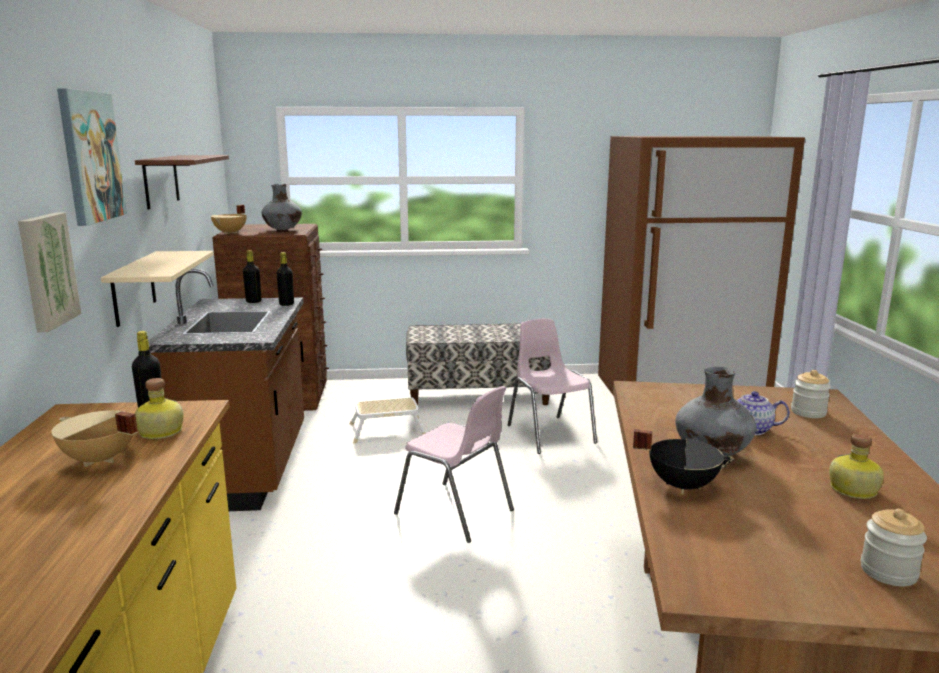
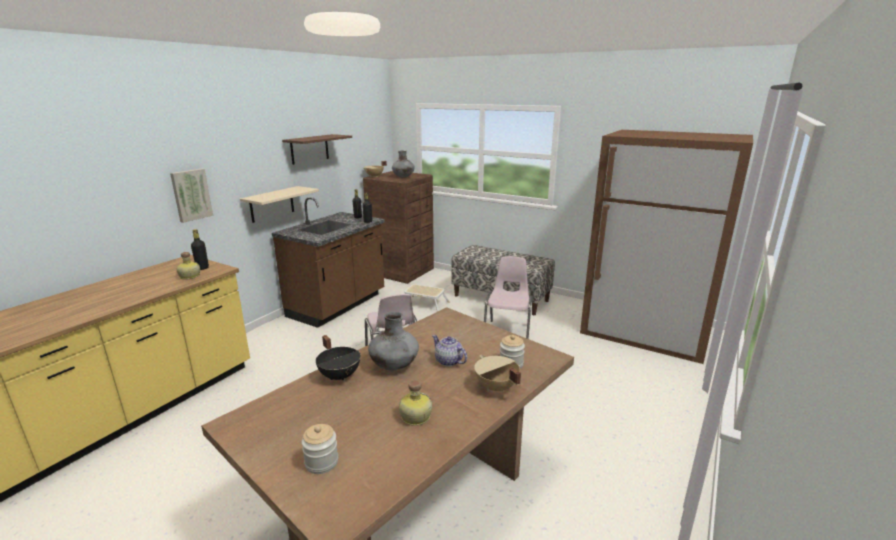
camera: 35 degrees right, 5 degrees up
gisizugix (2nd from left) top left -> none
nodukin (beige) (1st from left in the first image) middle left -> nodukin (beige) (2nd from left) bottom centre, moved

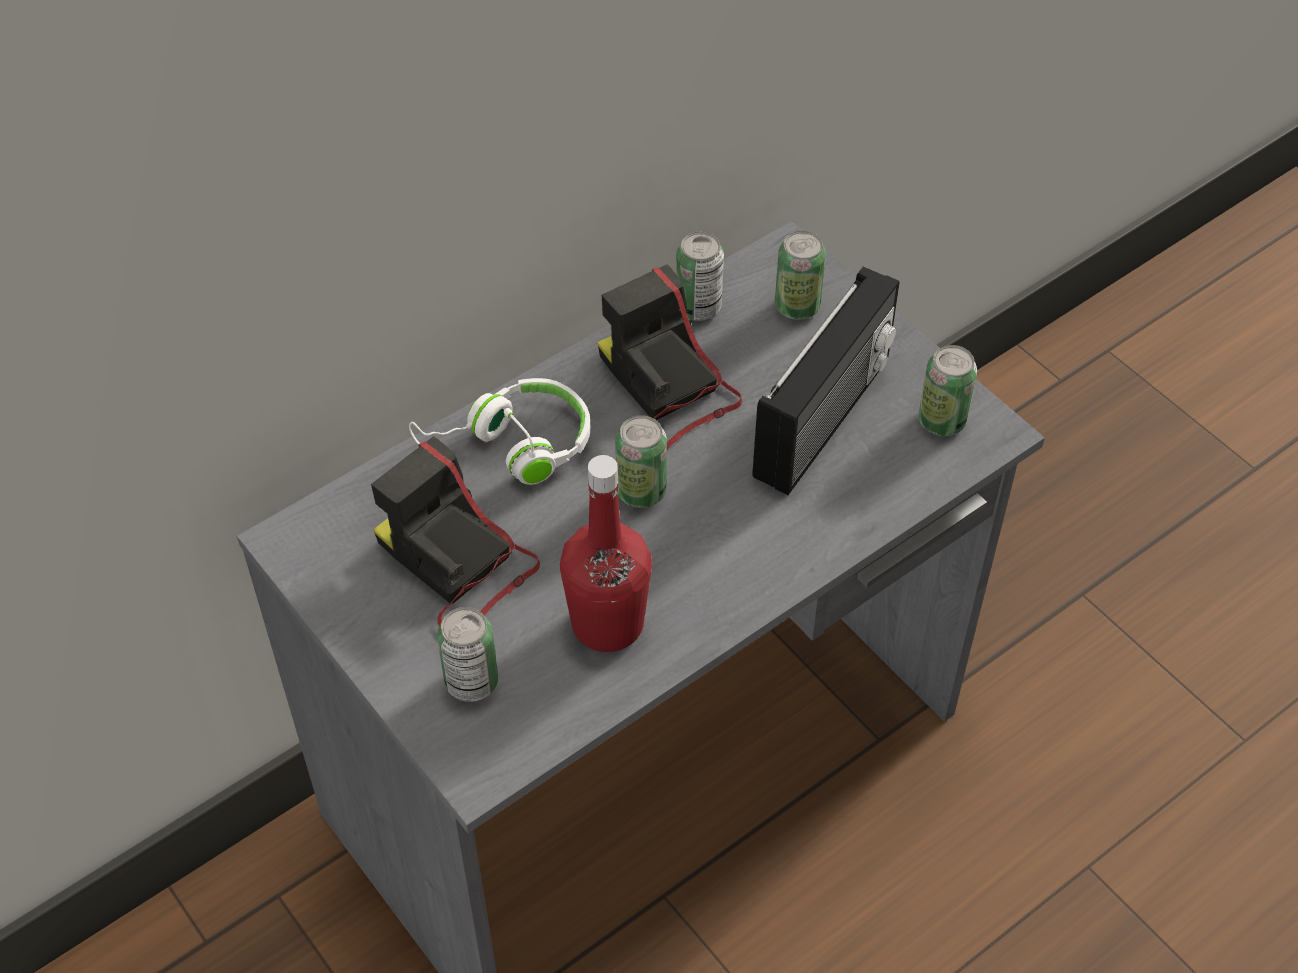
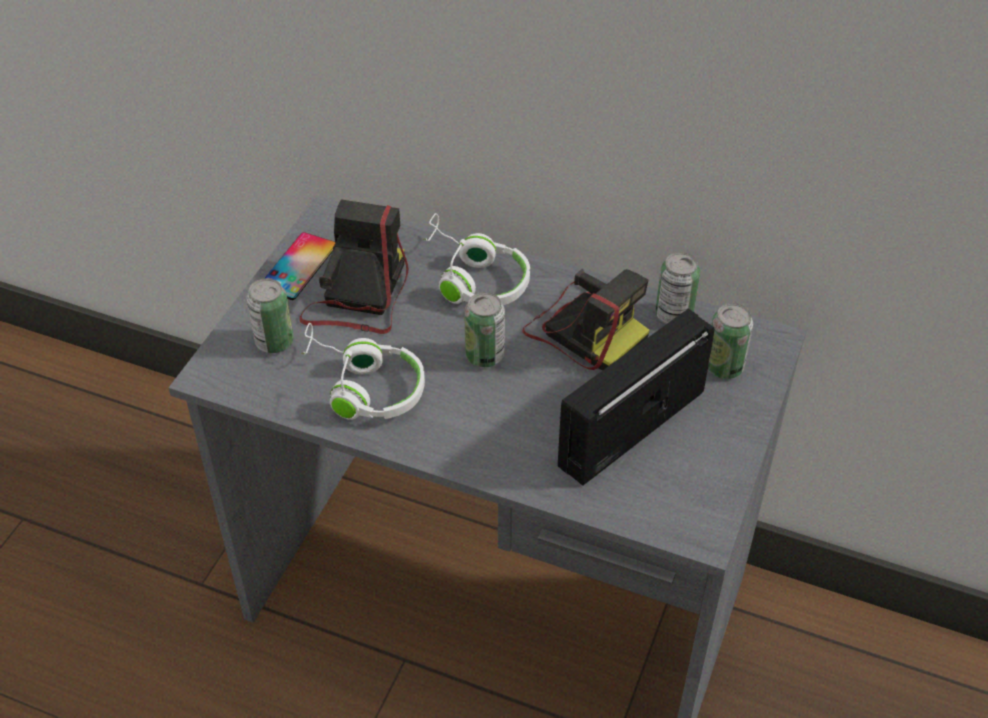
camera: 60 degrees right, 5 degrees down
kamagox (5th from left) middle right -> none
none -> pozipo middle left
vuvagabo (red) centre -> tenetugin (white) (1st from left) centre
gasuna (2nd from left) centre, 105 degrees clockwise
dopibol centre, 135 degrees clockwise

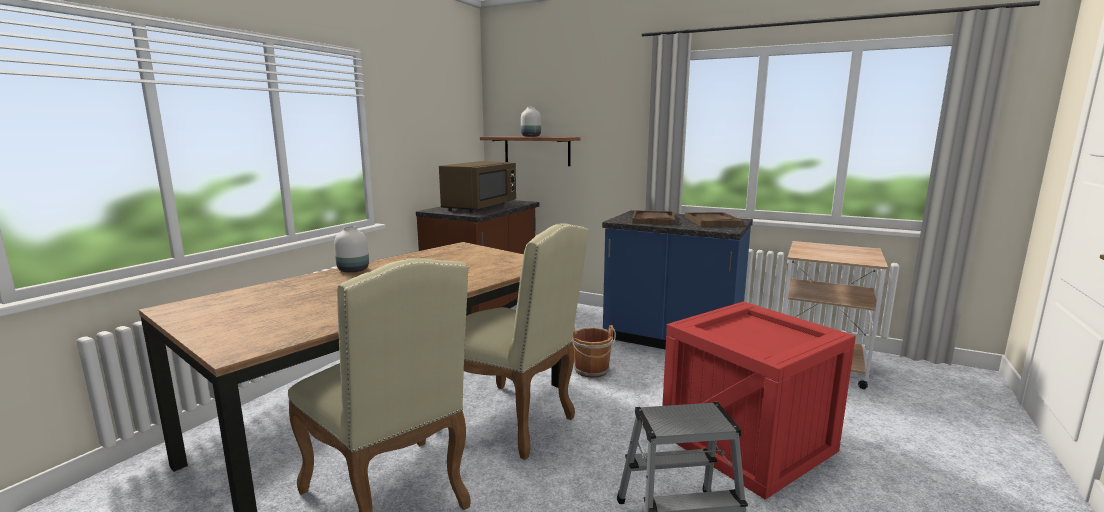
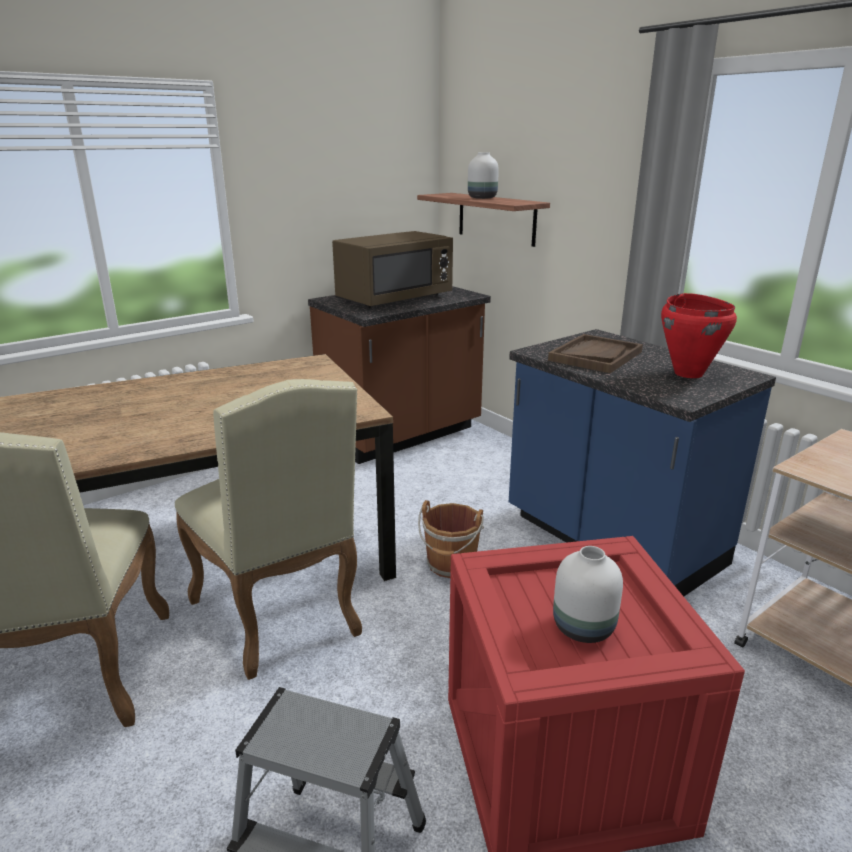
camera: 25 degrees right, 10 degrees up
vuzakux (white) (1st from left in the first image) middle left -> vuzakux (white) (2nd from left) bottom right, moved
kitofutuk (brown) (2nd from left) centre -> nodukin (red) middle right

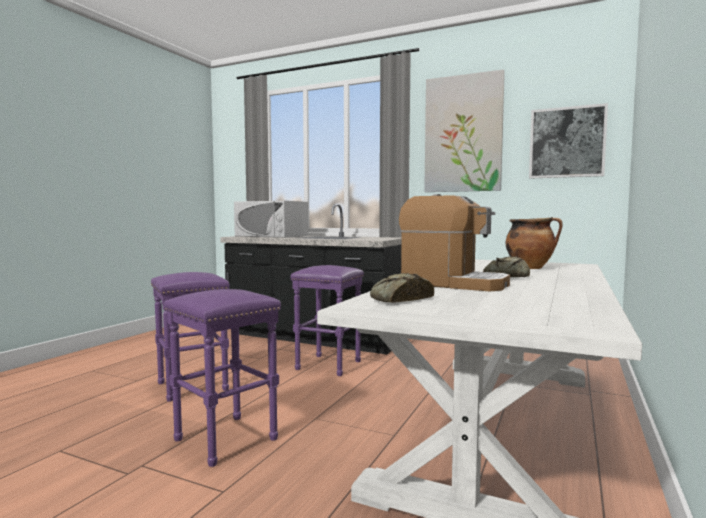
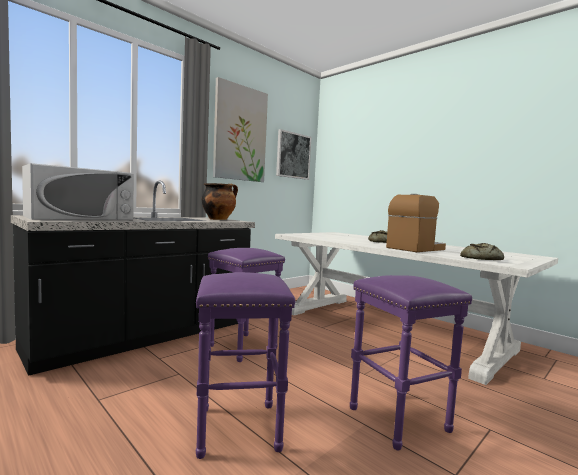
camera: 70 degrees left, 0 degrees up
nodukin middle right -> nodukin centre, moved

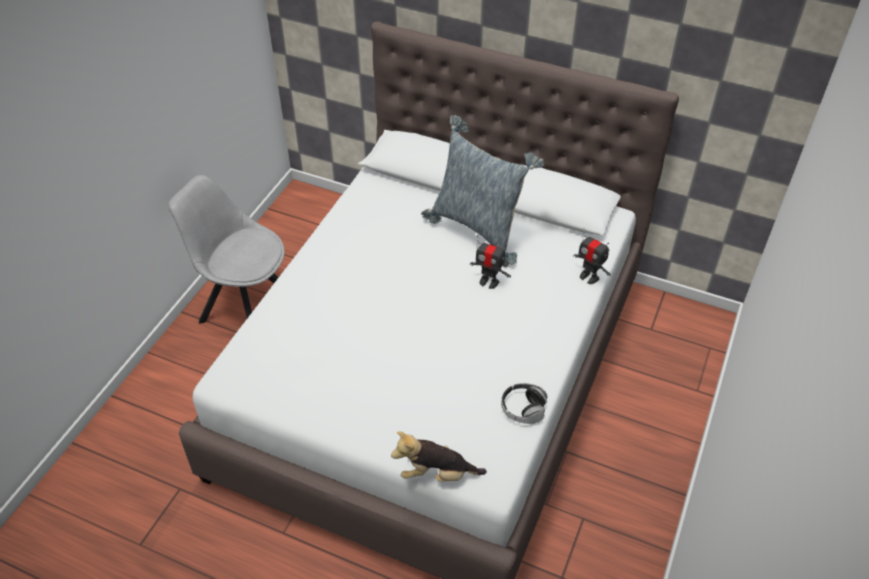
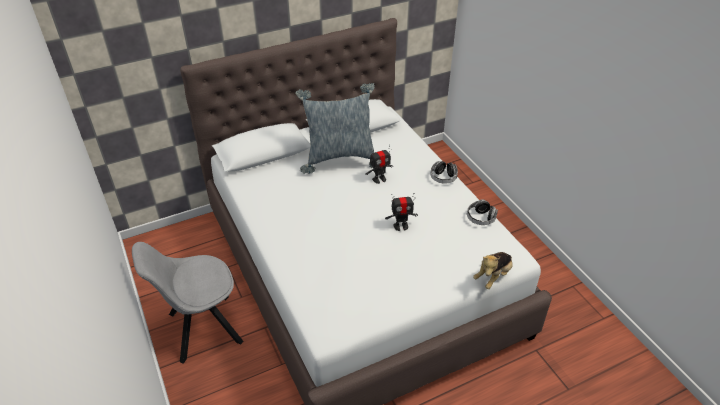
camera: 50 degrees left, 5 degrees down
none -> tenetugin (1st from left) centre
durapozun (2nd from left) middle right -> durapozun (2nd from left) centre, moved

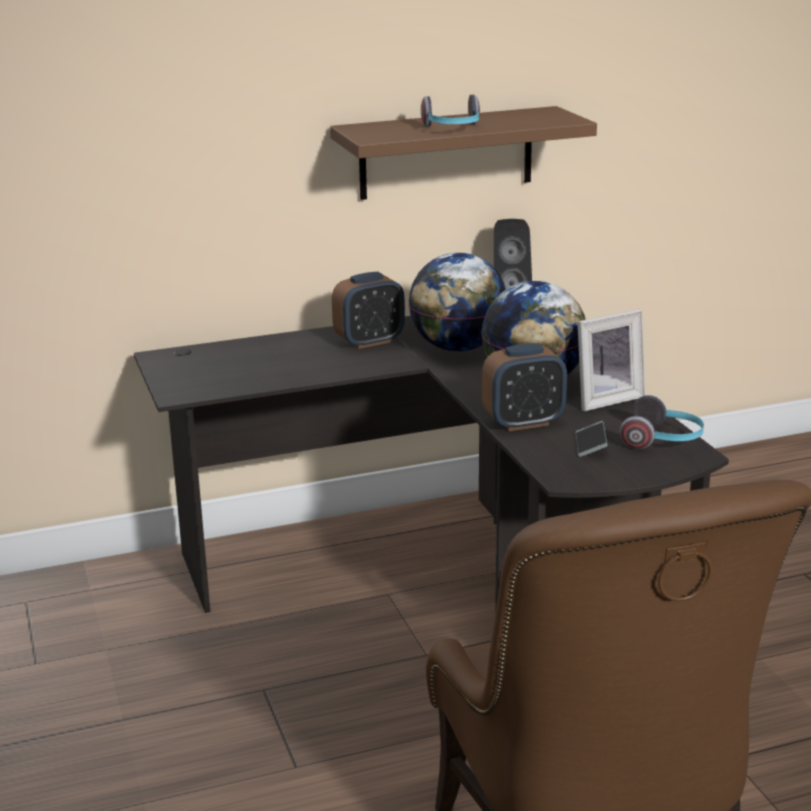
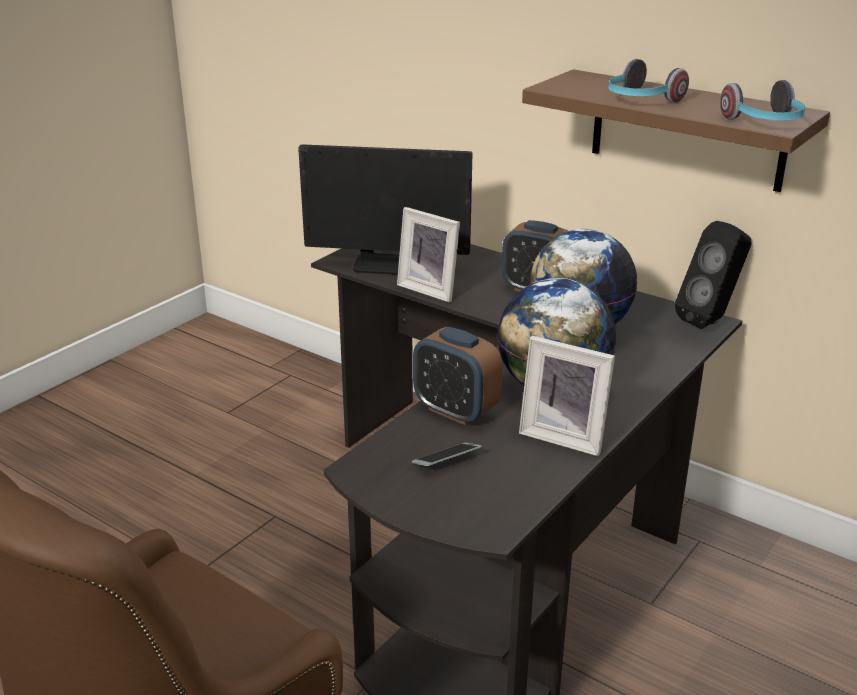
camera: 55 degrees right, 5 degrees up
none -> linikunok top centre
none -> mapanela (1st from left) centre
tenetugin (2nd from left) middle right -> tenetugin (2nd from left) top right, moved

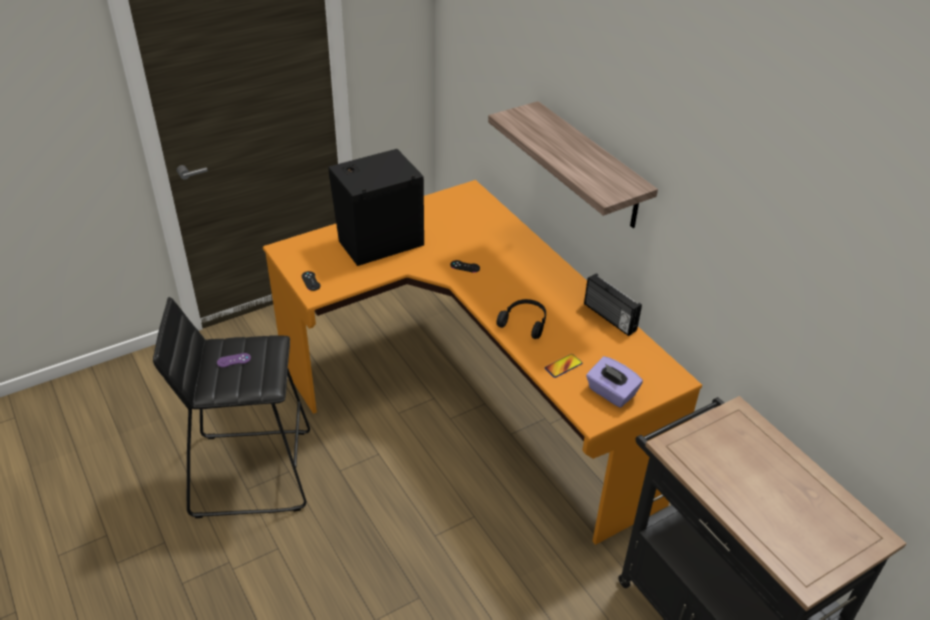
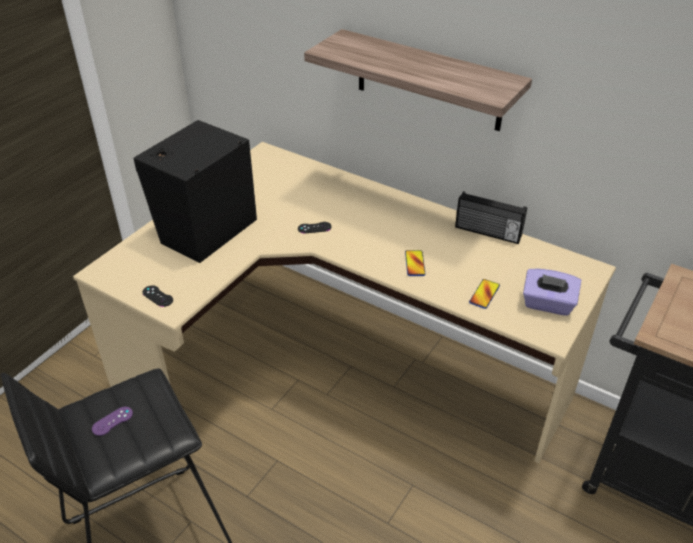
camera: 25 degrees left, 0 degrees up
tenetugin (black) centre -> pozipo (1st from left) centre
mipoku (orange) centre -> mipoku (beige) centre

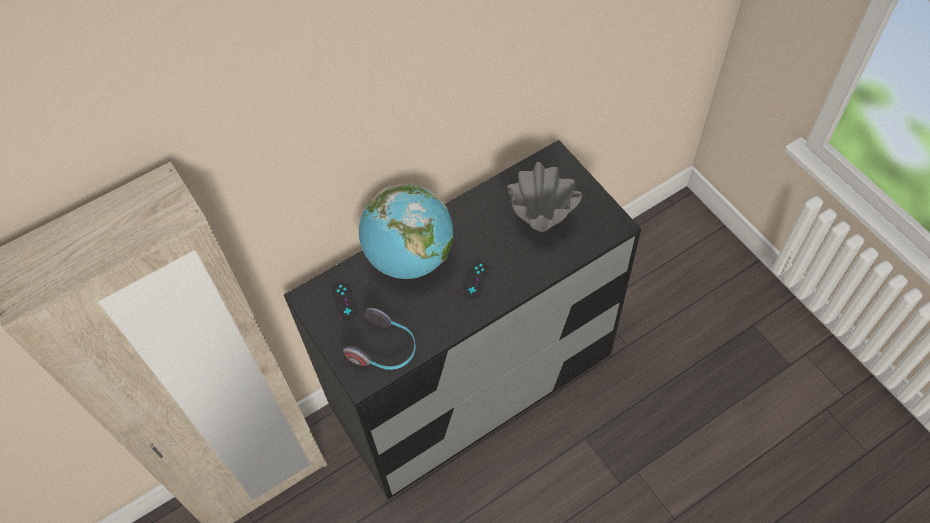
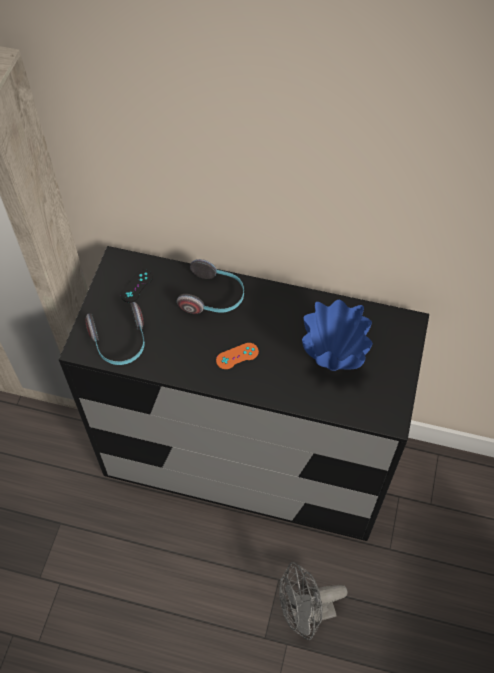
camera: 45 degrees right, 0 degrees up
none -> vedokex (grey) bottom centre
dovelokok centre -> tenetugin (2nd from left) centre
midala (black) (2nd from left) centre -> midala (orange) centre
vuzakux (grey) centre -> vuzakux (blue) middle right

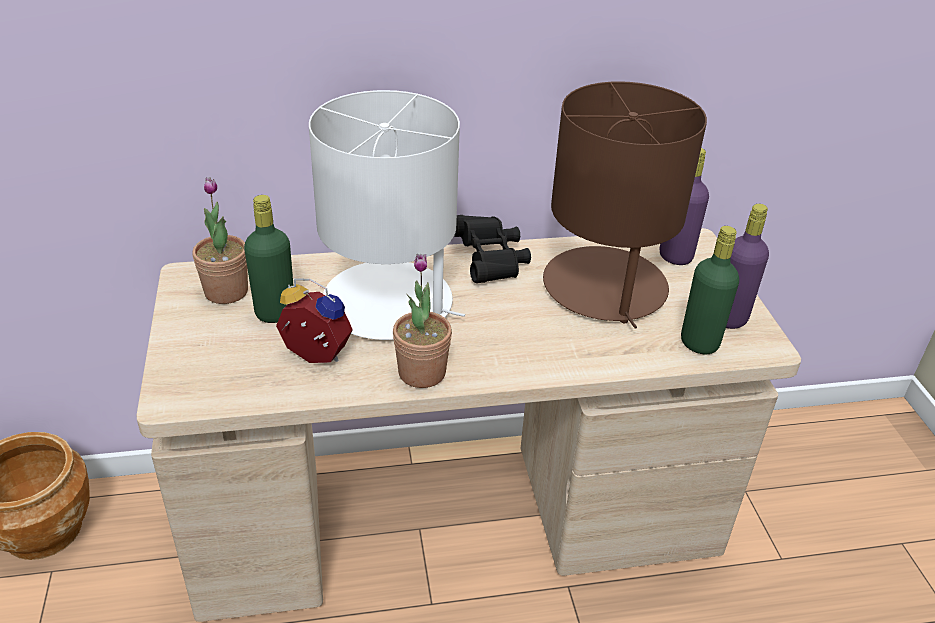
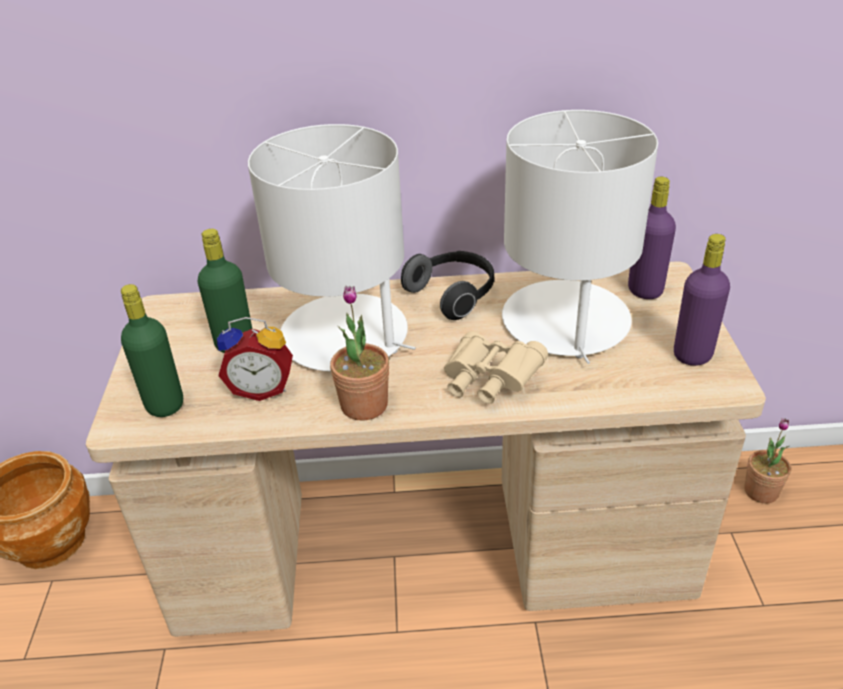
camera: 10 degrees right, 0 degrees up
none -> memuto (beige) centre
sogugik (1st from left in the first image) middle left -> sogugik (2nd from left) bottom right, moved
vuvagabo (green) (2nd from left in the first image) middle right -> vuvagabo (green) (1st from left) middle left, moved
memuto (black) centre -> tenetugin centre
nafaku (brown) top right -> nafaku (white) (2nd from left) middle right
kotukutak centre -> kotukutak middle left, 150 degrees clockwise

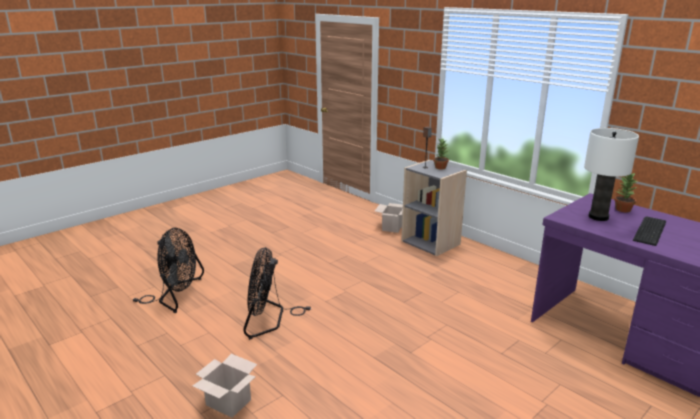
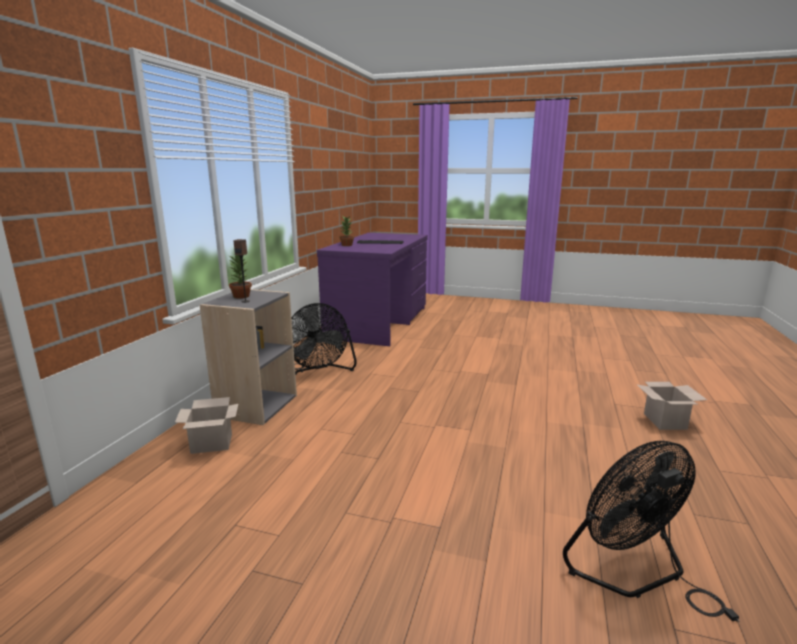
camera: 120 degrees left, 5 degrees down
nafaku (white) middle right -> none
vedokex (black) (2nd from left in the first image) bottom centre -> vedokex (black) (1st from left) centre, moved

